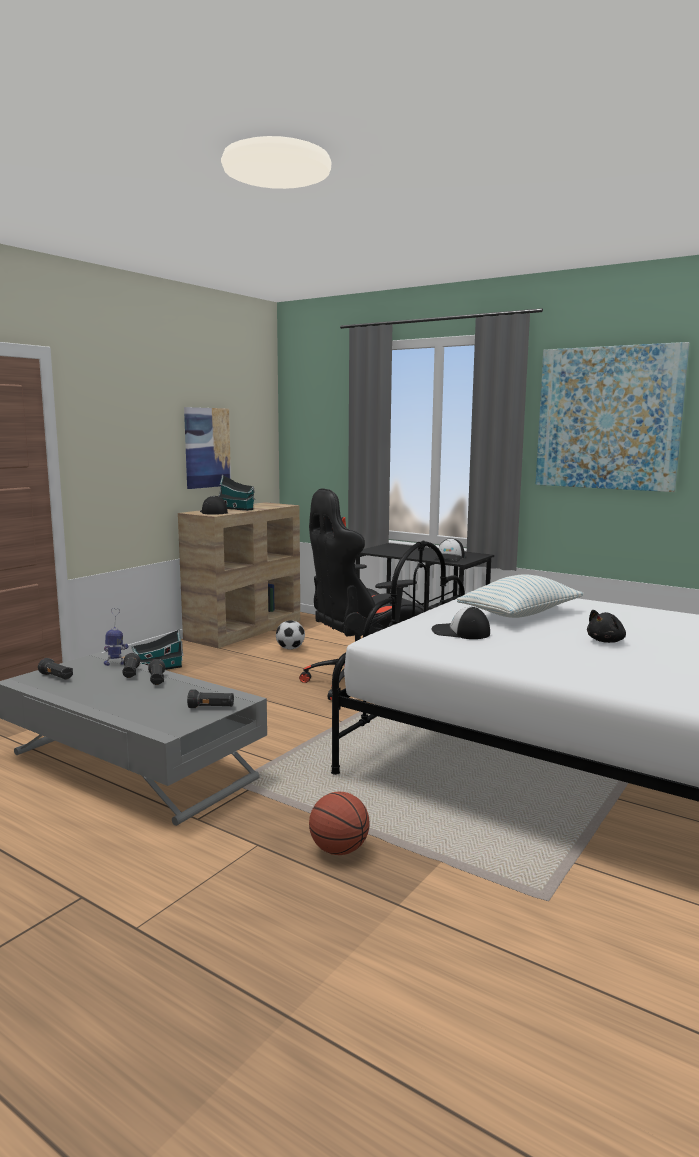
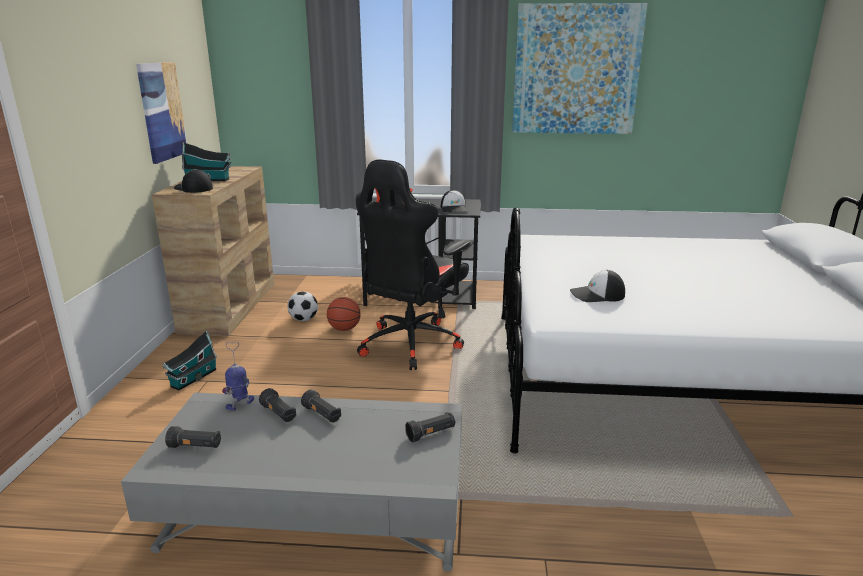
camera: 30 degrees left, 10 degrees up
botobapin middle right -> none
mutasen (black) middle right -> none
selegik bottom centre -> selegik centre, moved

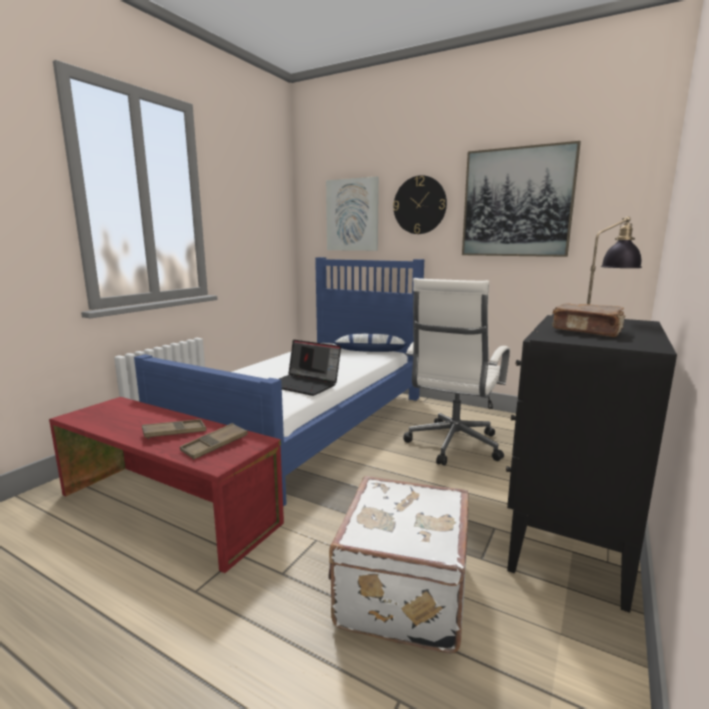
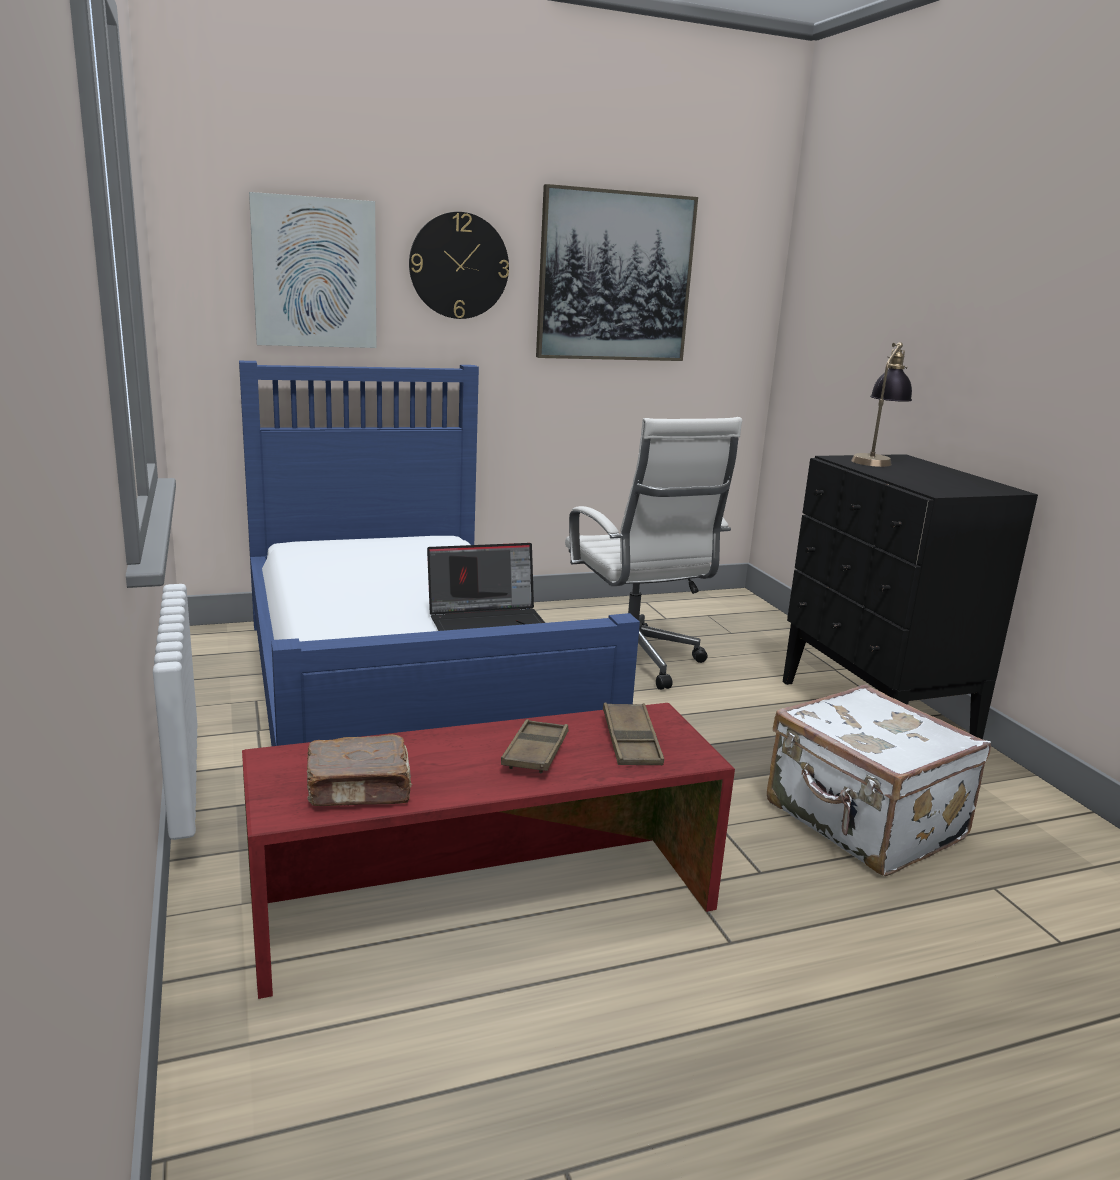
camera: 50 degrees left, 5 degrees up
botobapin centre -> none
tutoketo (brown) middle right -> tutoketo (brown) middle left, moved

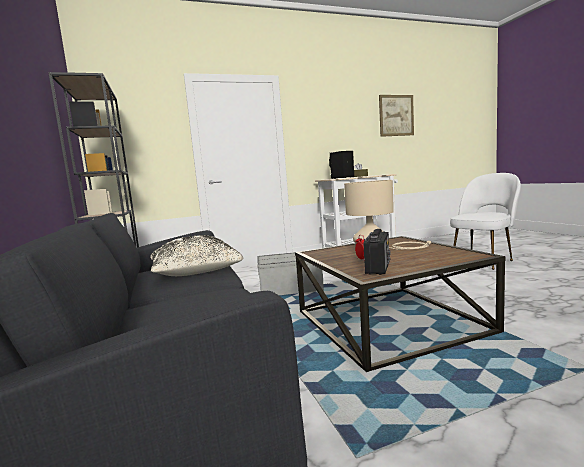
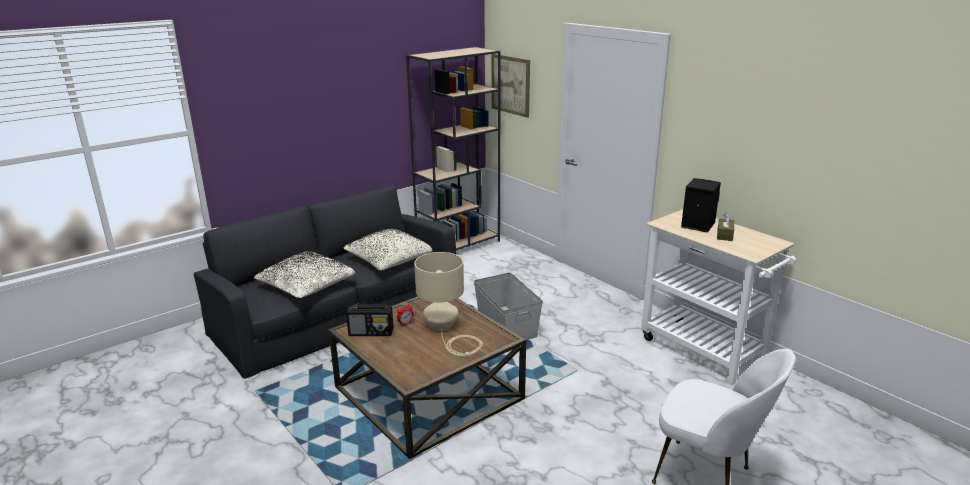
camera: 70 degrees right, 15 degrees up
none -> botobapin (beige) (1st from left) middle left
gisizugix top right -> gisizugix top centre, moved

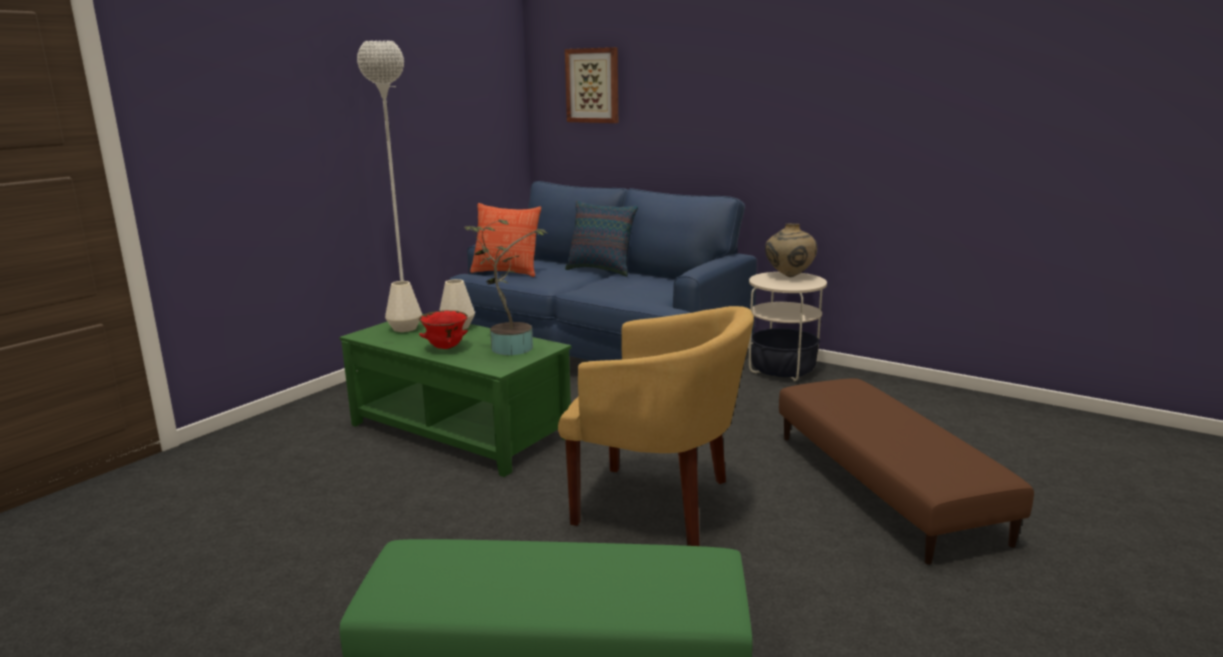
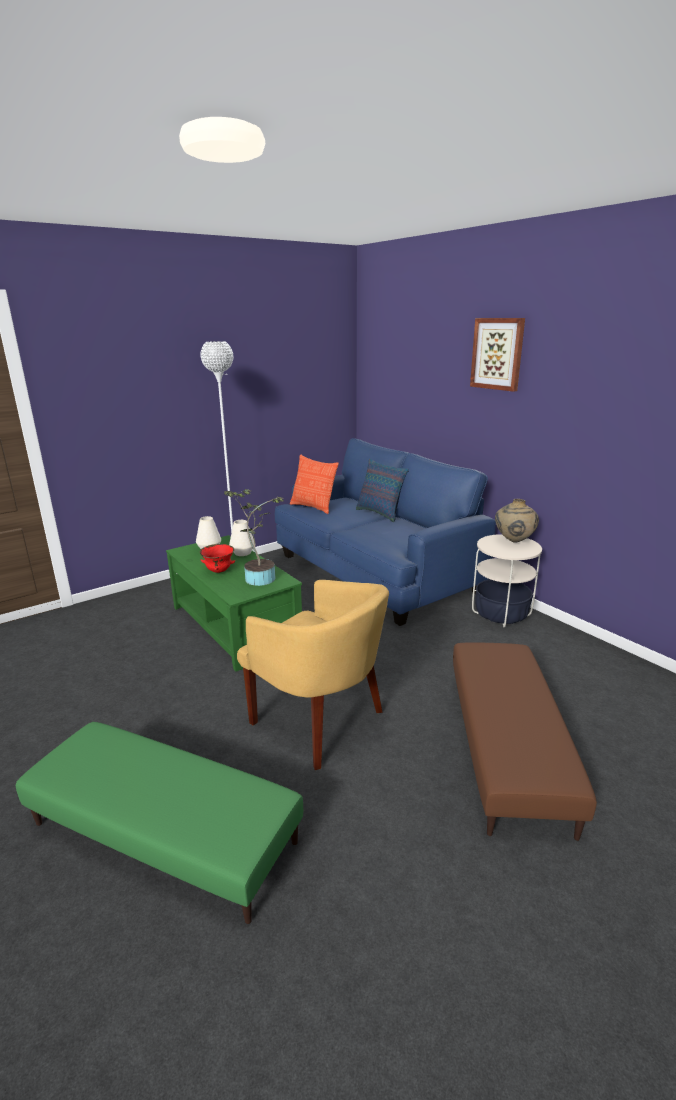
camera: 20 degrees right, 5 degrees up
gisizugix top centre -> gisizugix top right, moved

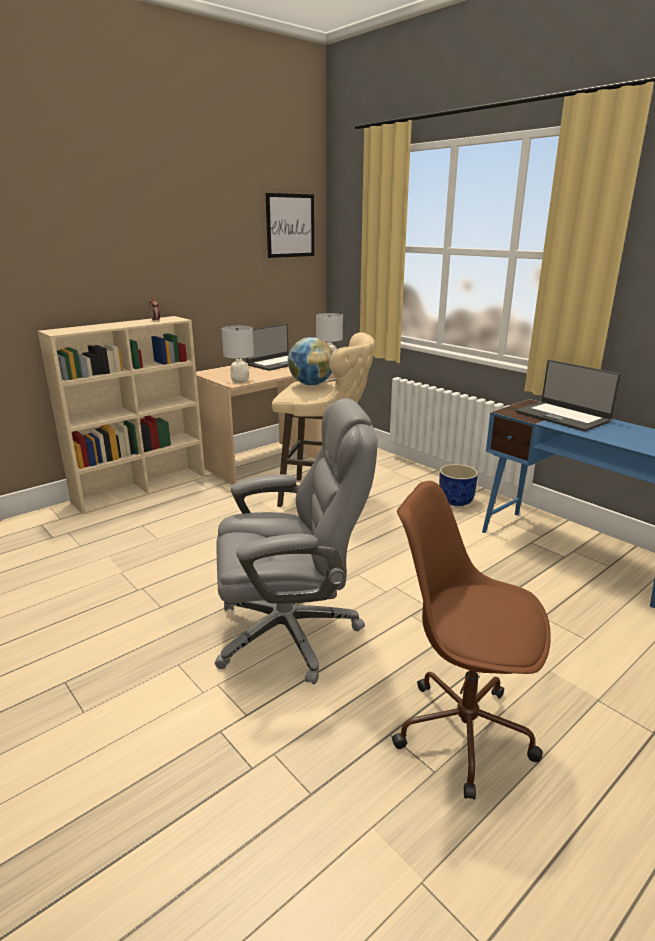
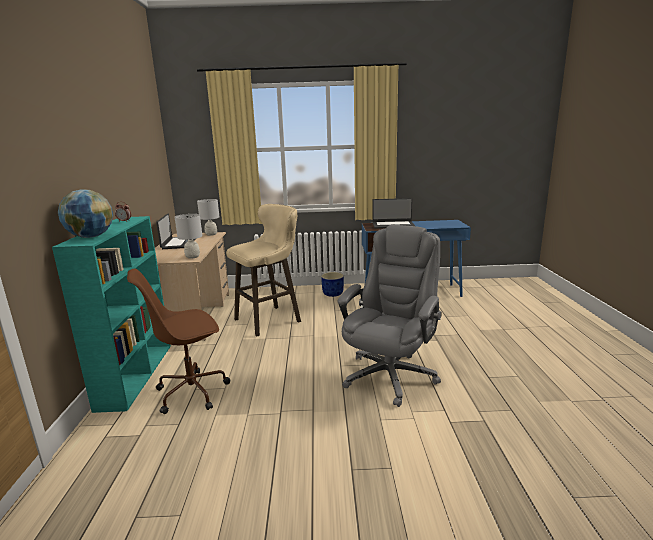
camera: 50 degrees left, 5 degrees down
gisizugix top centre -> none
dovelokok centre -> dovelokok middle left, moved
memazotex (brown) bottom right -> memazotex (brown) middle left, moved
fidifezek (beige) middle left -> fidifezek (turquoise) middle left

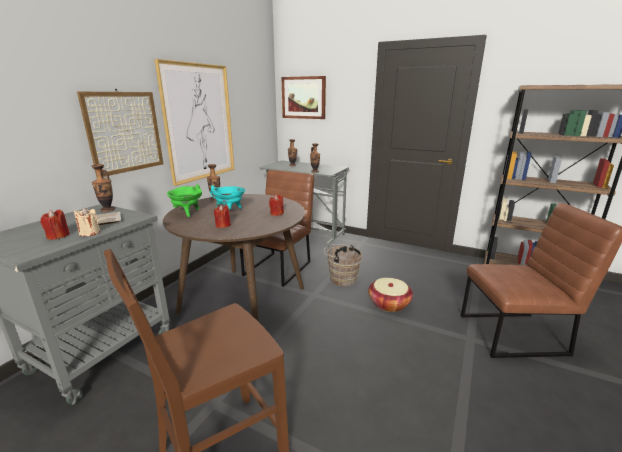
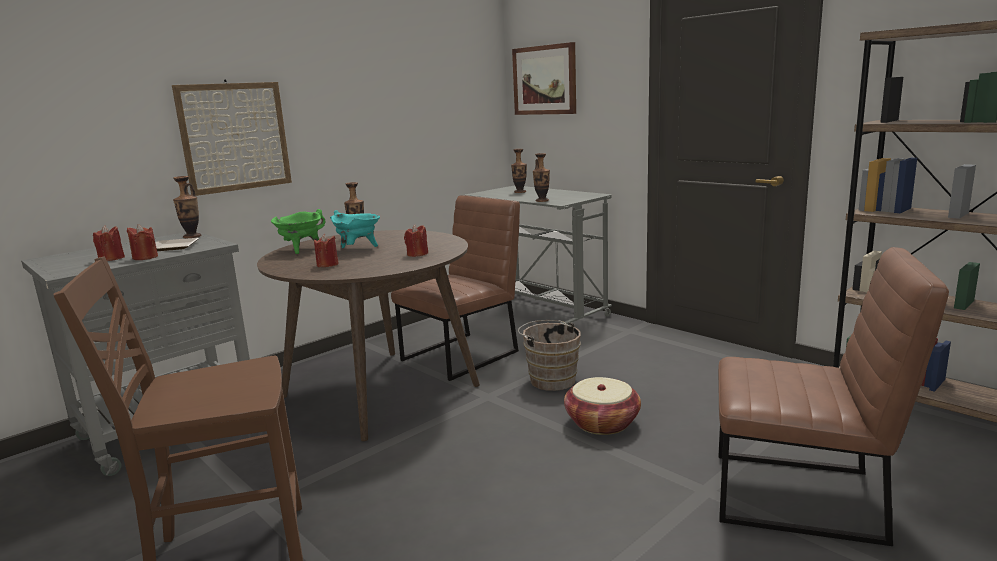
camera: 20 degrees right, 5 degrees down
gisizugix (2nd from left) top left -> none
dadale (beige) middle left -> dadale (red) (2nd from left) middle left

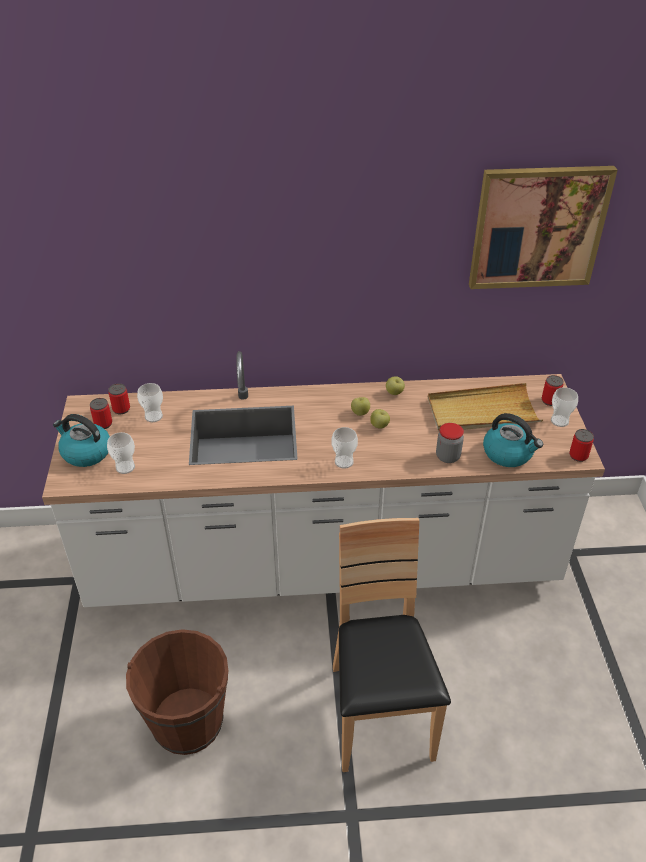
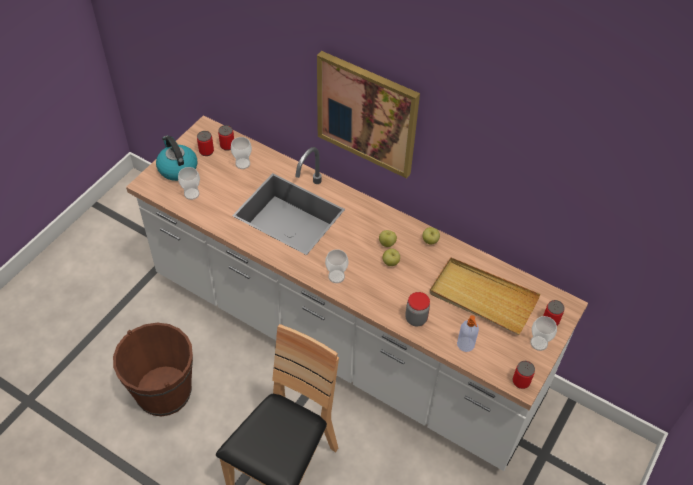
camera: 35 degrees right, 10 degrees up
gisizugix top right -> gisizugix top centre, moved
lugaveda (2nd from left) middle right -> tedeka bottom right

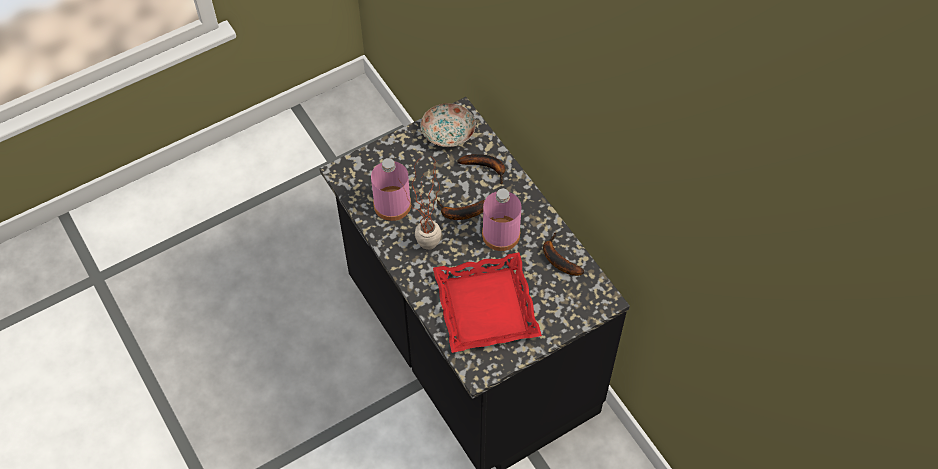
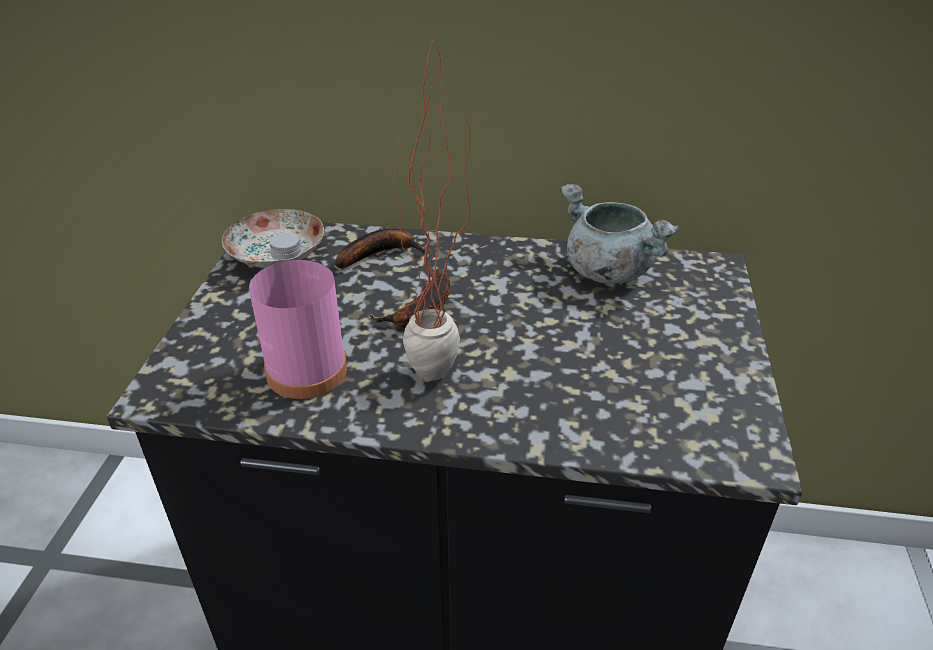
camera: 50 degrees left, 20 degrees down
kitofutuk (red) centre -> none
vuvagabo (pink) (2nd from left) centre -> none
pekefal (3rd from left) centre -> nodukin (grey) centre

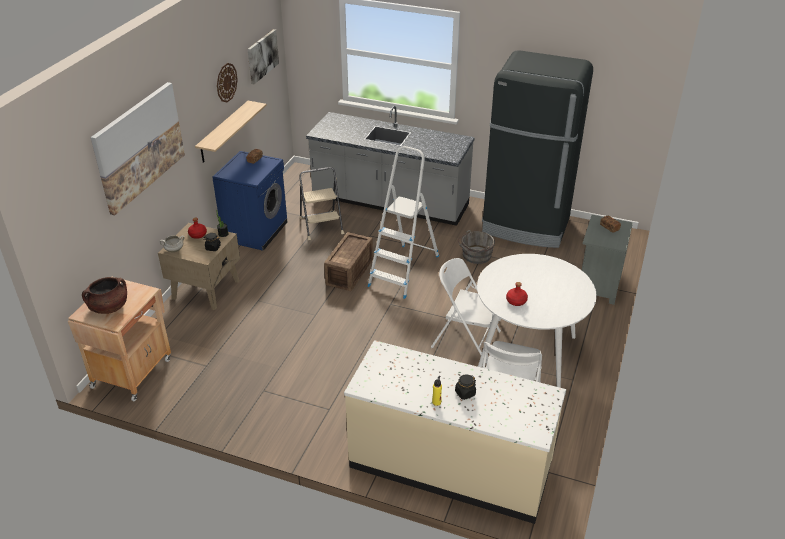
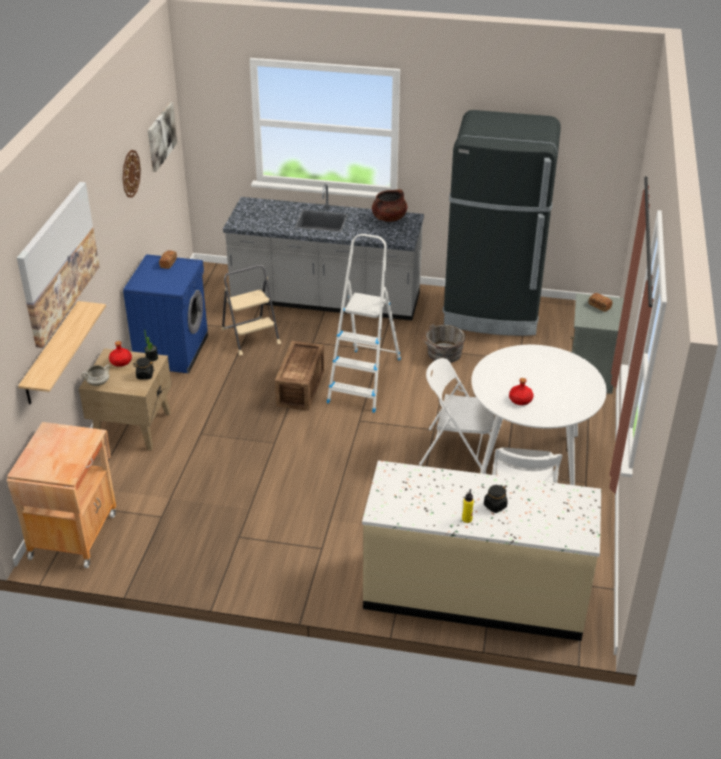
camera: 10 degrees left, 0 degrees up
nodukin (brown) middle left -> nodukin (brown) top centre, moved
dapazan top left -> dapazan middle left, moved

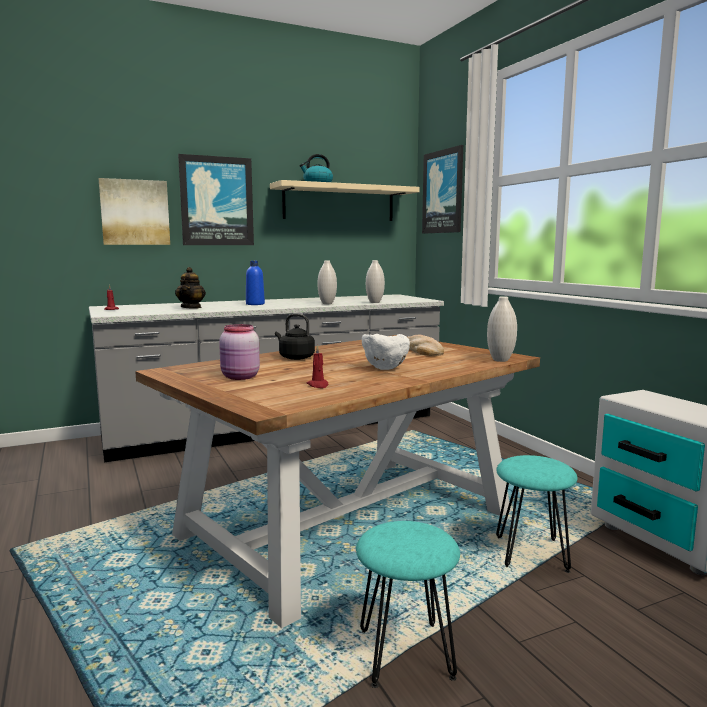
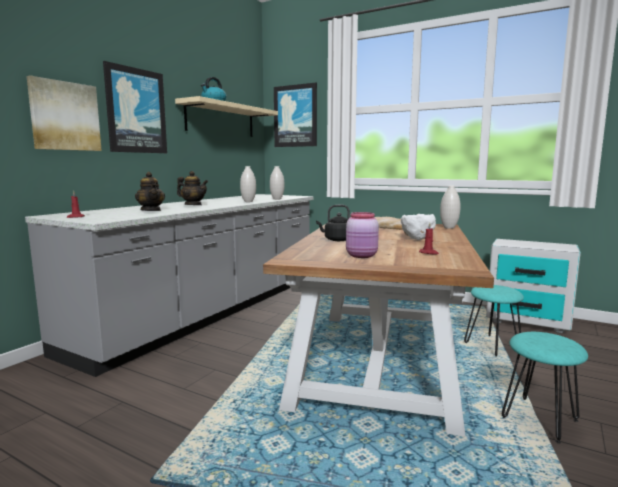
camera: 35 degrees left, 0 degrees up
vuvagabo (blue) centre -> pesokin (2nd from left) middle left

